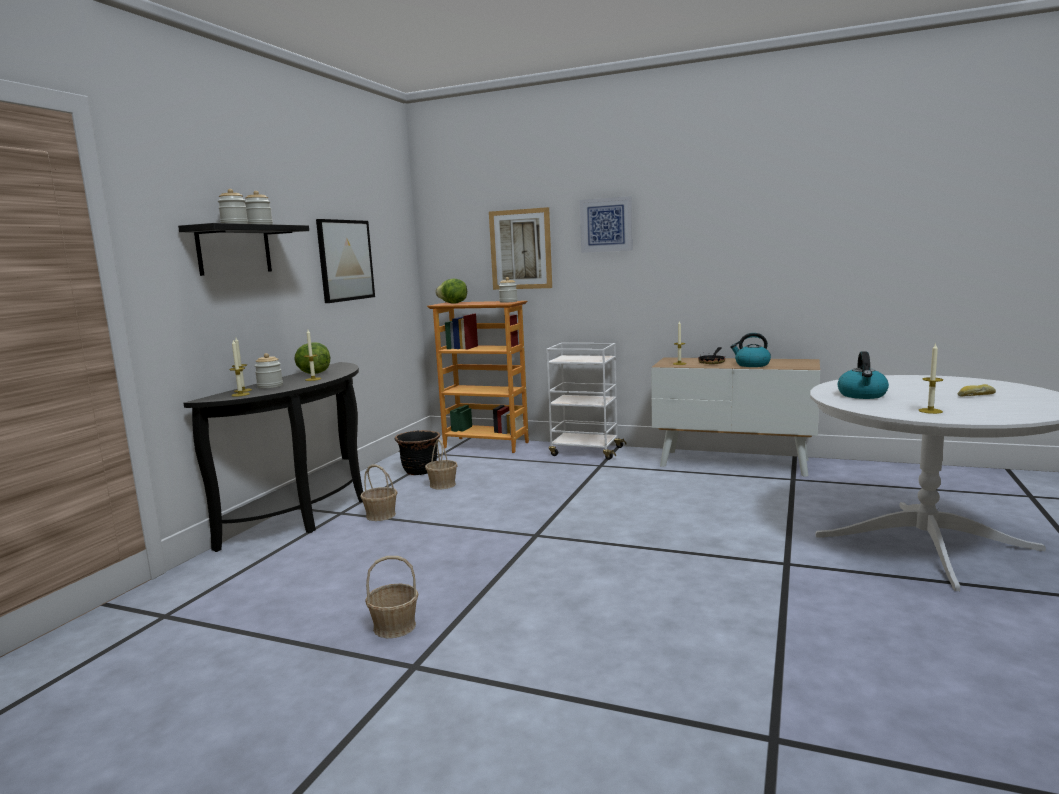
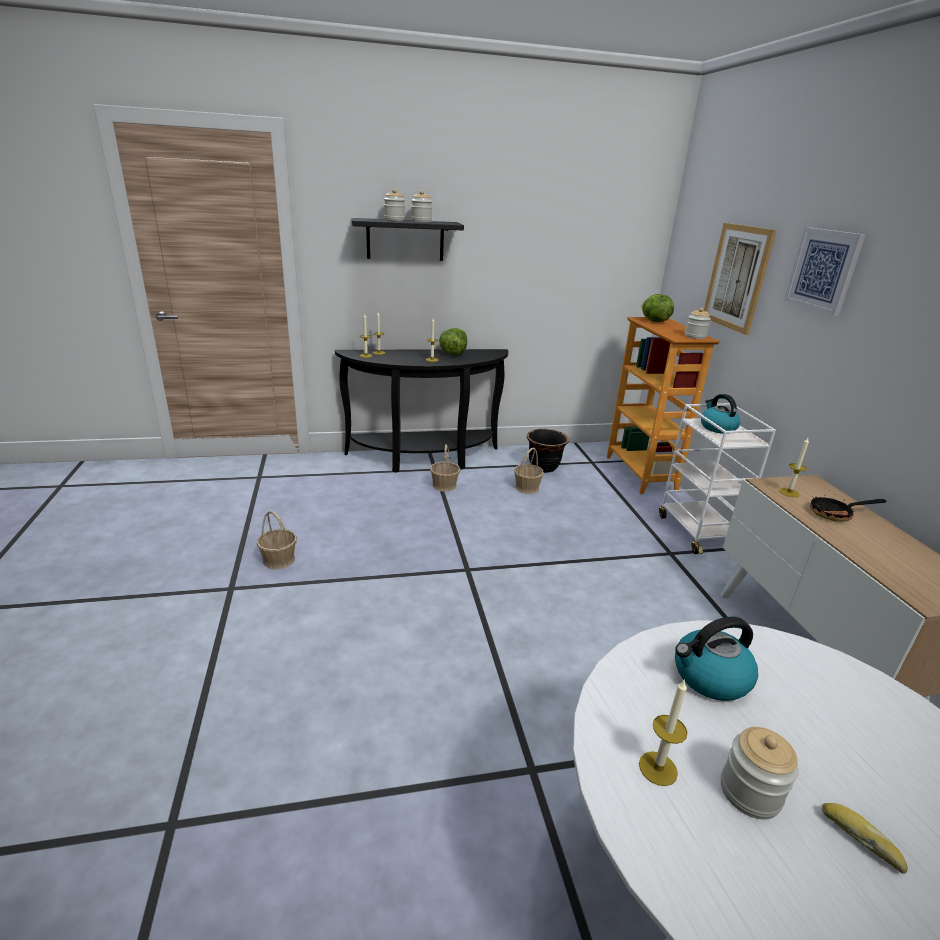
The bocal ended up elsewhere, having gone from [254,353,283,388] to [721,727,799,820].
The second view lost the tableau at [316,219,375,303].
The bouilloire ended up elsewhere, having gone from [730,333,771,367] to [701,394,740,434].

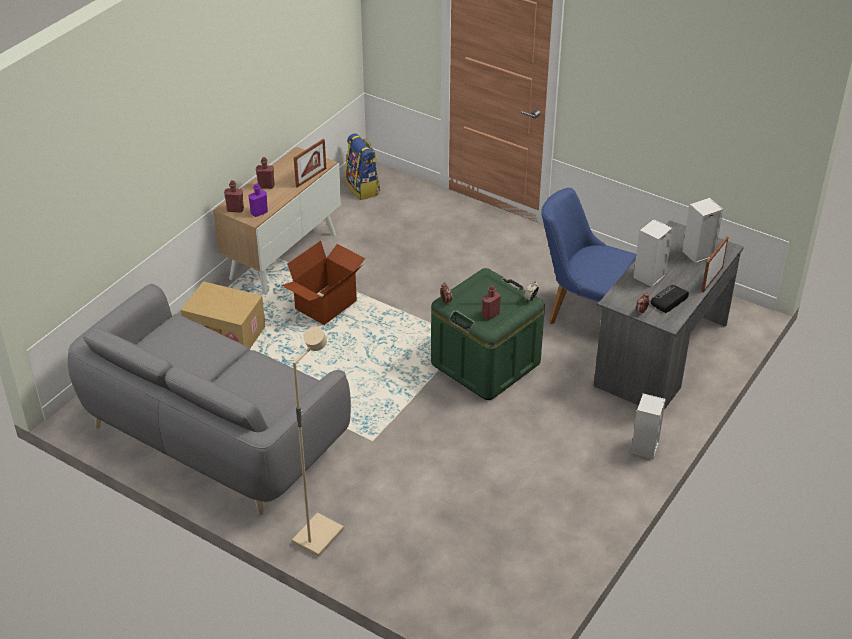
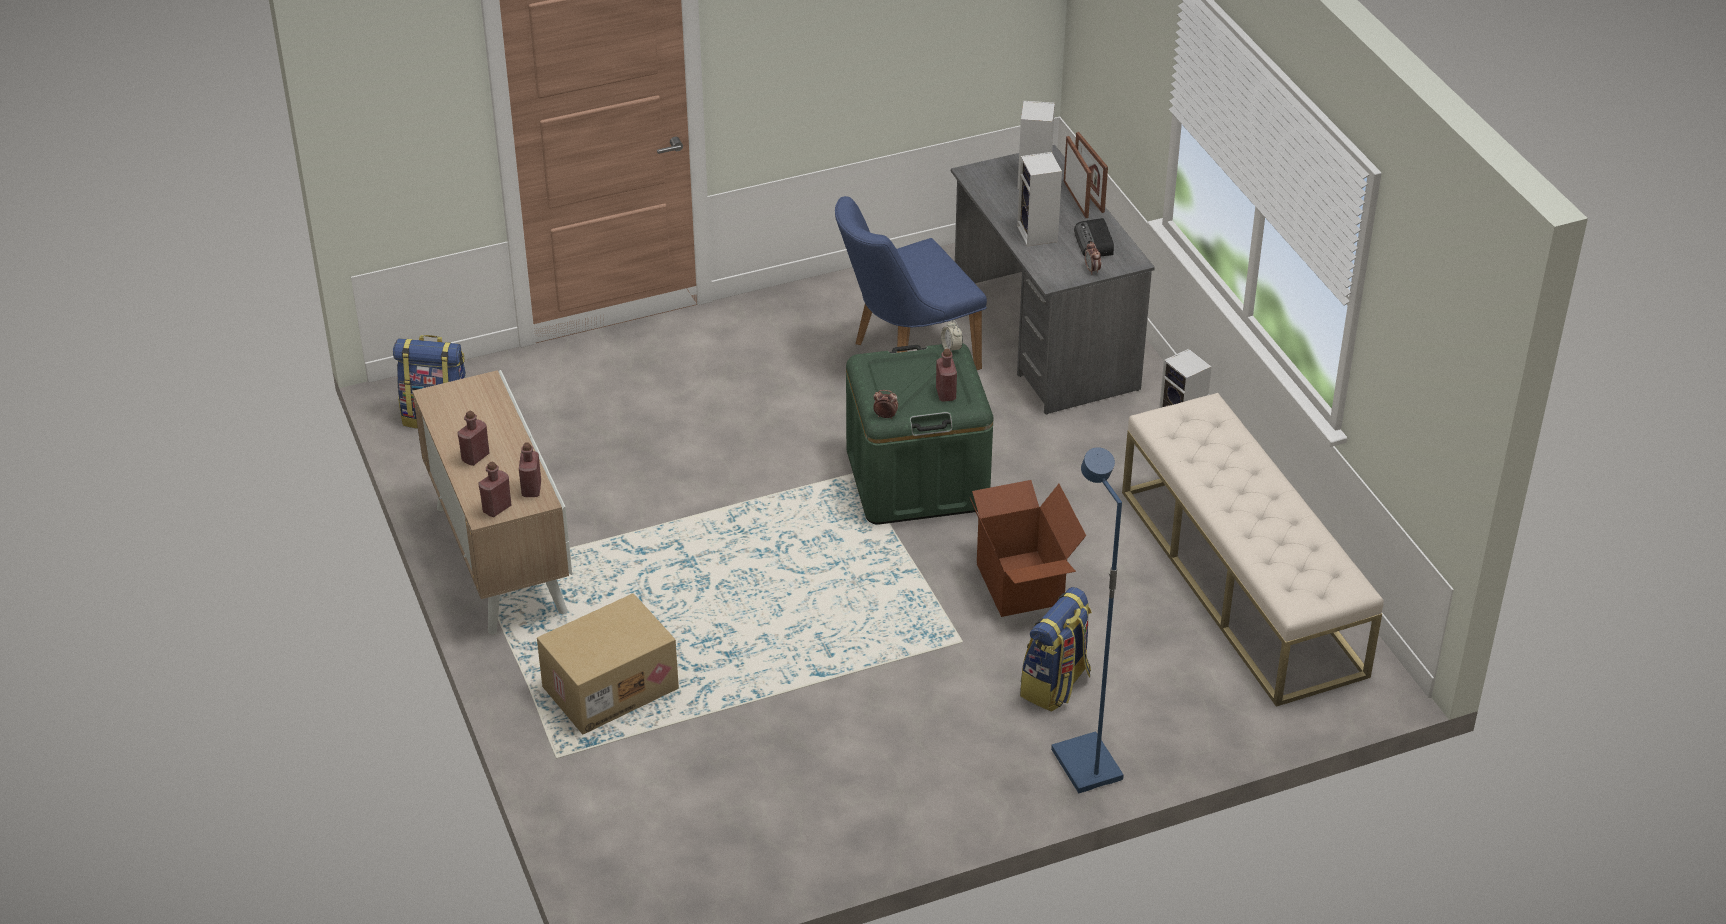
The second view lost the canapé (gris) at [68,284,351,516].
What was the bouteille (violet) at [248,183,268,217] turned into the bouteille (rouge) at [519,443,541,497].
The carton ended up elsewhere, having gone from [281,241,365,325] to [970,480,1086,617].
What was the lampadaire (beige) at [292,327,344,557] turned into the lampadaire (bleu) at [1051,447,1124,793].
The cadre photo ended up elsewhere, having gone from [294,139,326,188] to [1064,136,1092,218].
The second view gained the sac à dos at [1020,587,1092,711].
The second view gained the banc (beige) at [1122,393,1384,707].

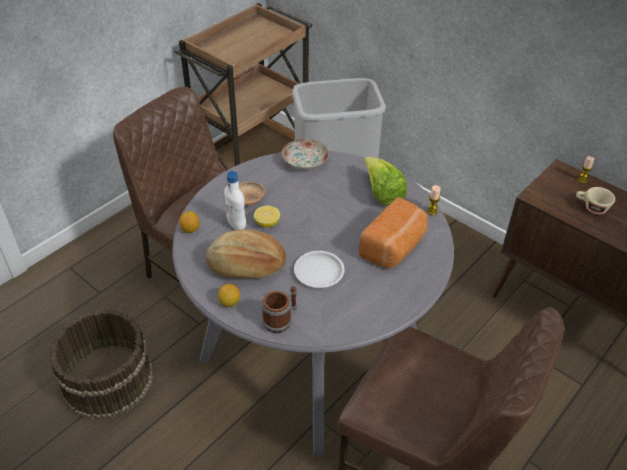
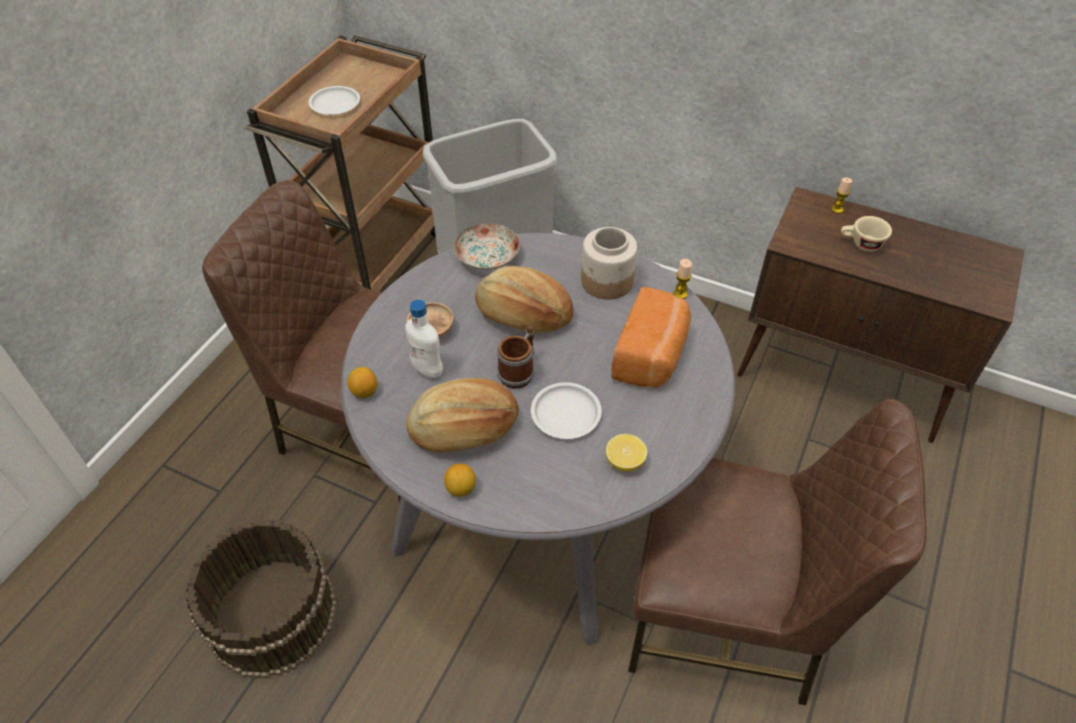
The citron ended up elsewhere, having gone from [254,205,280,227] to [606,434,647,471].
The mug ended up elsewhere, having gone from [262,286,297,333] to [497,325,534,388].
Where the laitue stood at [363,157,407,206], the bocal came to stand at [581,227,637,300].
The second view gained the assiette (blanc) at [308,86,360,115].
The second view gained the pain at [475,266,574,333].

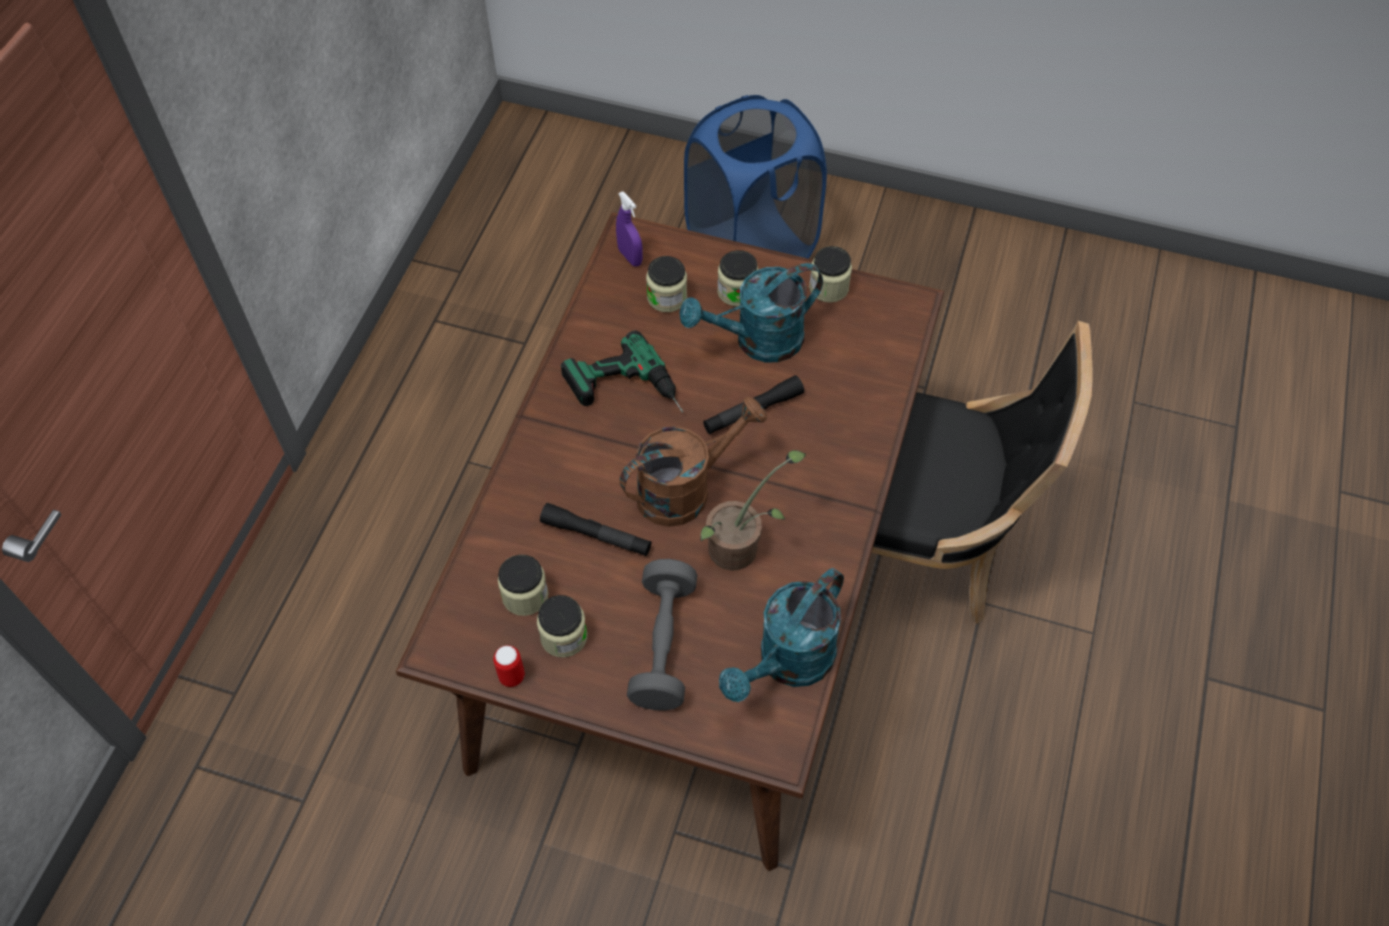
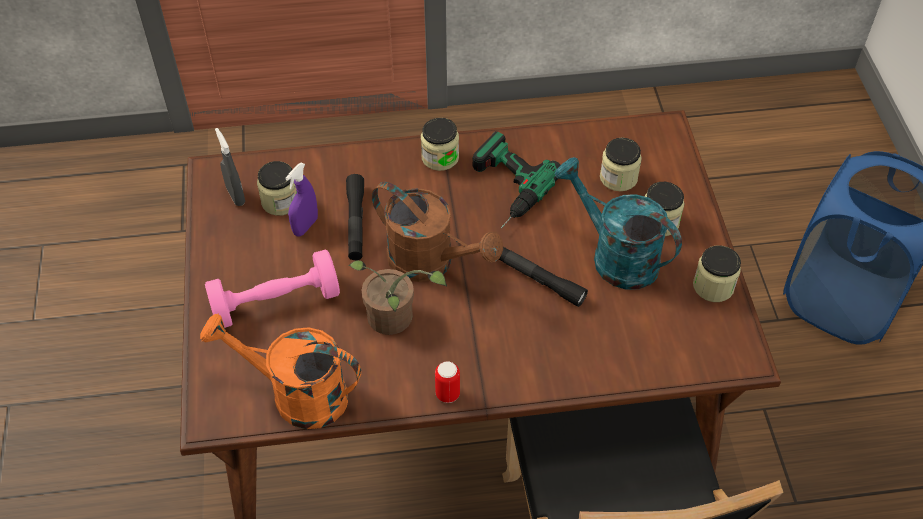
The boîte métallique ended up elsewhere, having gone from [493,645,525,687] to [435,361,460,403].
The bocal ended up elsewhere, having gone from [537,595,588,657] to [421,118,459,171].
The vaporisateur (violet) ended up elsewhere, having gone from [616,191,643,266] to [285,162,318,237].
What was the haltère (gris) at [627,559,697,710] turned into the haltère (rose) at [205,249,340,328].
What was the arrosoir (turquoise) at [719,568,844,702] turned into the arrosoir (orange) at [200,314,361,429].
The second view gained the vaporisateur (gris) at [215,128,245,206].

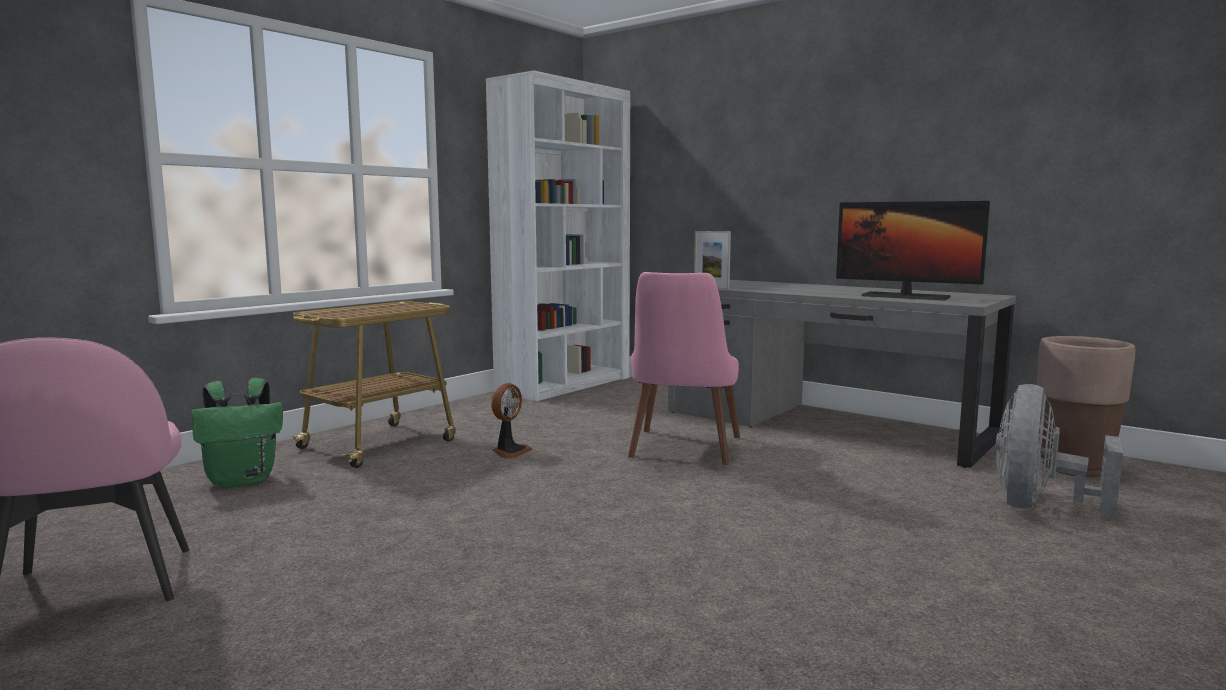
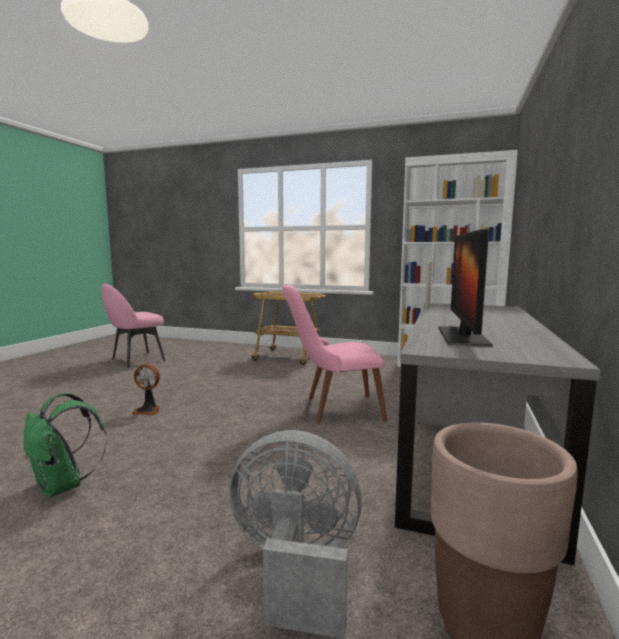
The sac à dos (vert) ended up elsewhere, having gone from [191,378,283,488] to [23,393,107,498].
The ventilateur ended up elsewhere, having gone from [491,383,533,459] to [131,364,160,415].

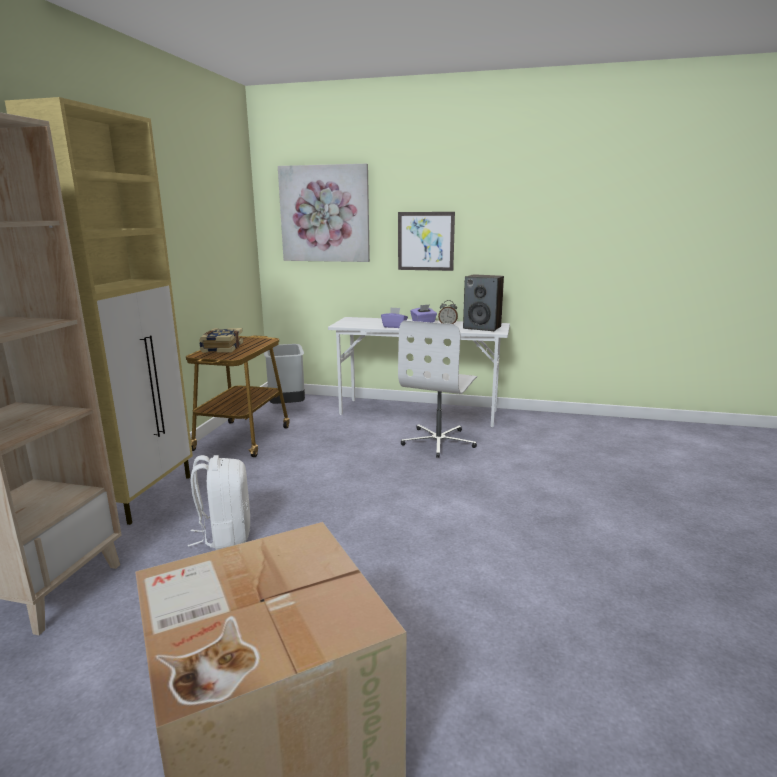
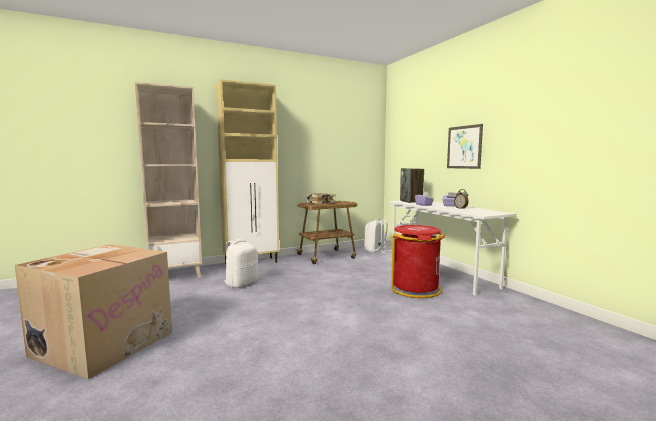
Where the poubelle (gris) stood at [264,344,305,404], the sac à dos (blanc) came to stand at [365,219,388,253].
The second view lost the tableau at [278,164,370,262].
Where the chaise de bureau (blanc) stood at [398,320,477,457], the poubelle (rouge) came to stand at [391,225,445,298].
The enceinte ended up elsewhere, having gone from [463,274,504,331] to [400,168,424,203].

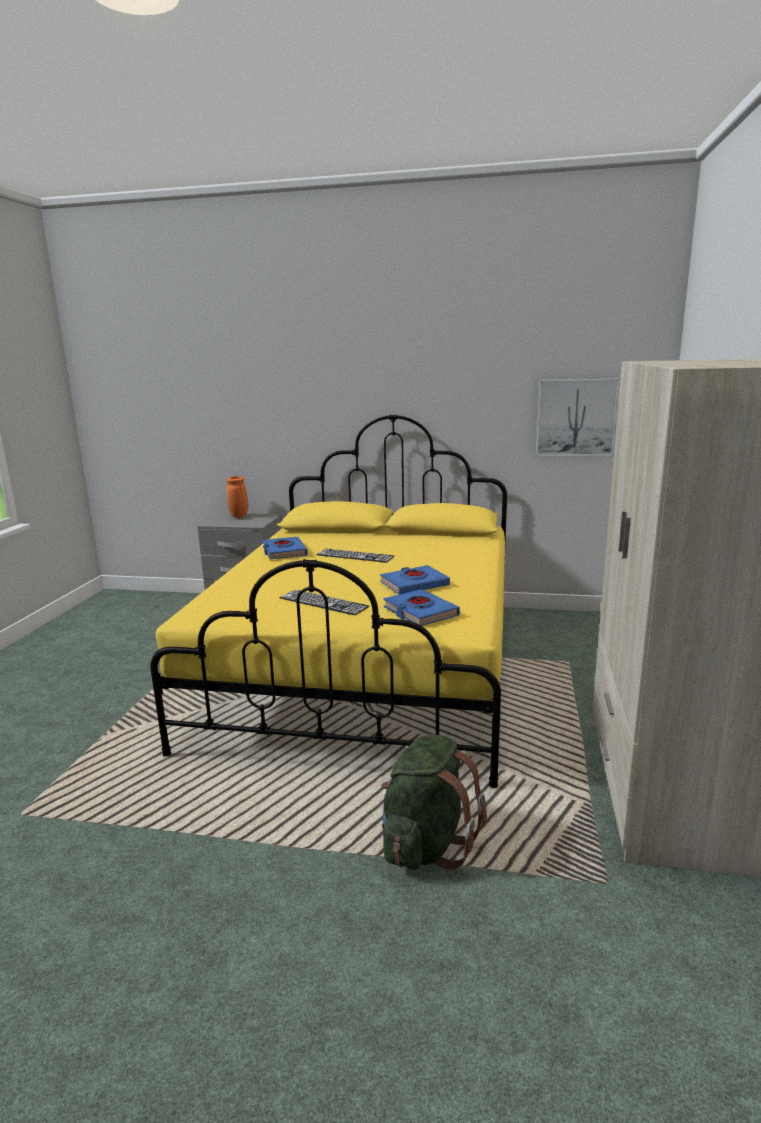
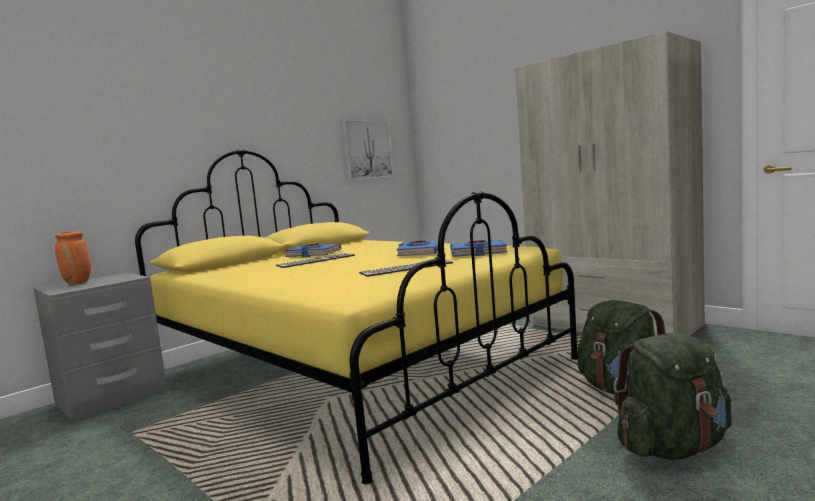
The livre (bleu) ended up elsewhere, having gone from [262,537,308,559] to [285,244,341,257].
The second view gained the sac à dos (vert) at [613,333,732,460].

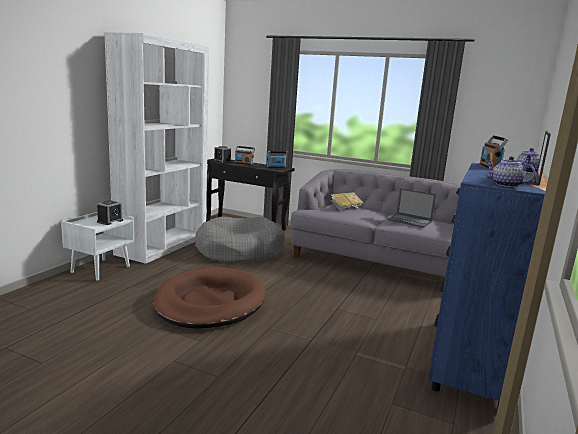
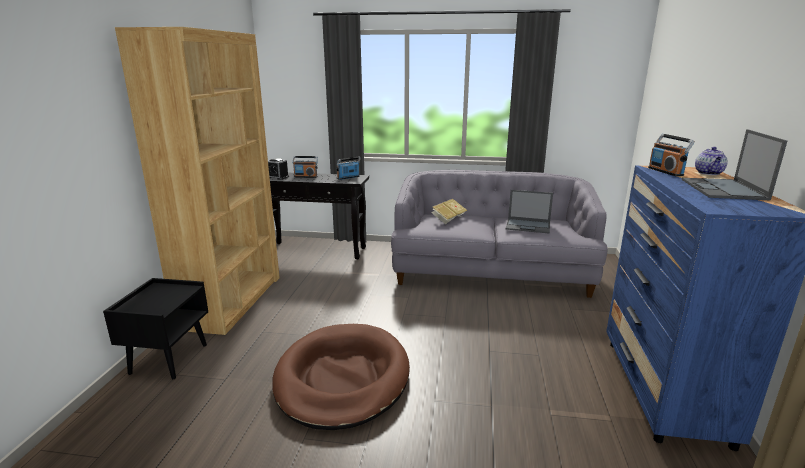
What was the table de chevet (blanc) at [61,212,134,281] turned into the table de chevet (noir) at [103,278,208,379].
The second view lost the réveil at [97,200,123,225].
What was the bibliothèque (blanc) at [104,32,209,264] turned into the bibliothèque (marron) at [115,27,280,335].
The second view lost the panier pour chien (gris) at [195,217,285,263].
The second view lost the théière at [487,156,536,187].

